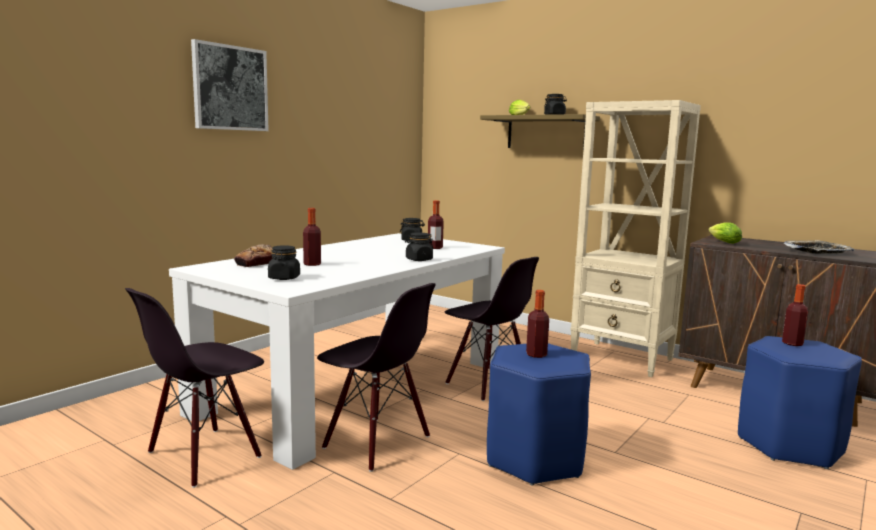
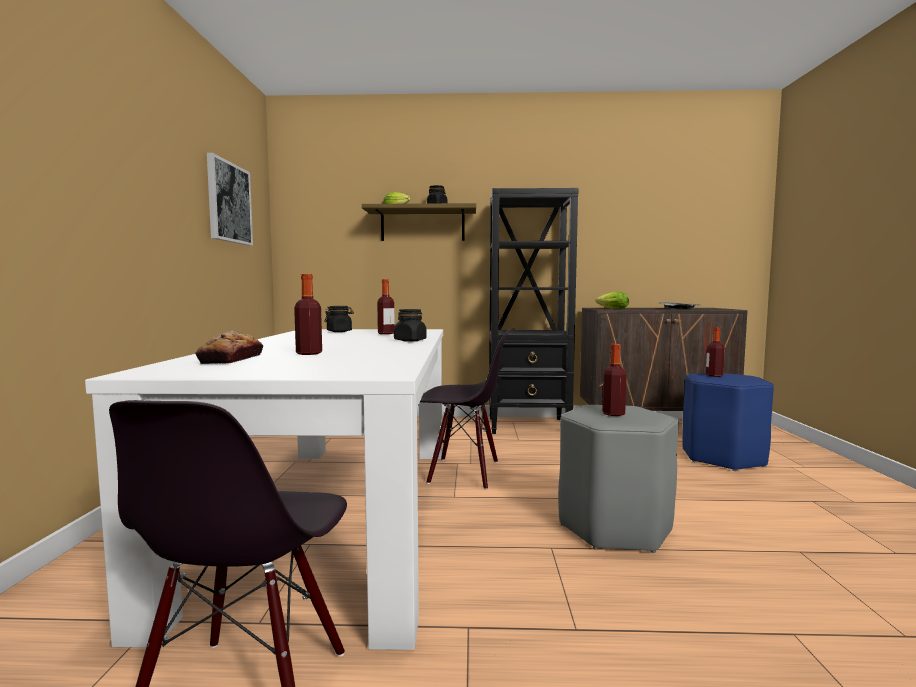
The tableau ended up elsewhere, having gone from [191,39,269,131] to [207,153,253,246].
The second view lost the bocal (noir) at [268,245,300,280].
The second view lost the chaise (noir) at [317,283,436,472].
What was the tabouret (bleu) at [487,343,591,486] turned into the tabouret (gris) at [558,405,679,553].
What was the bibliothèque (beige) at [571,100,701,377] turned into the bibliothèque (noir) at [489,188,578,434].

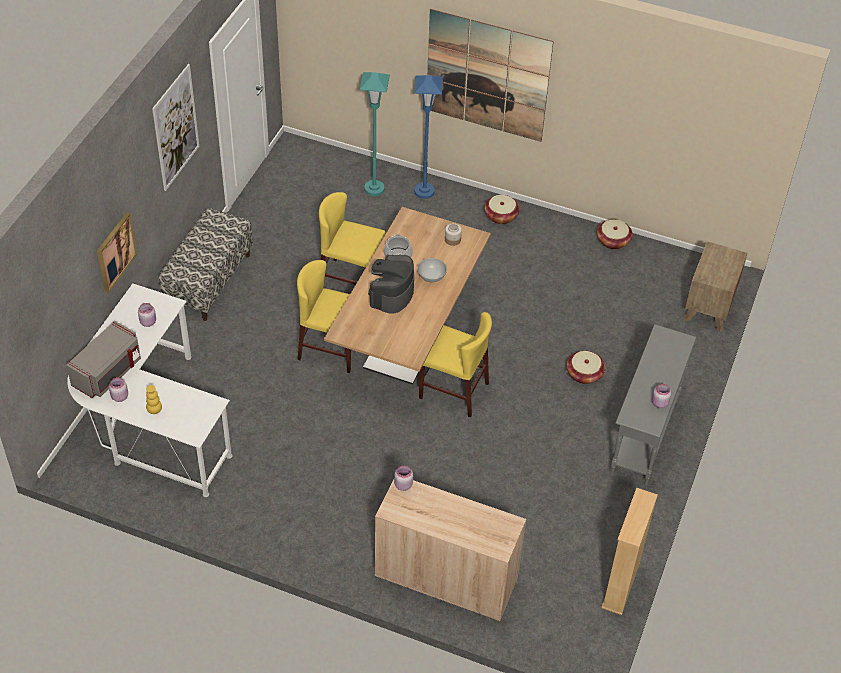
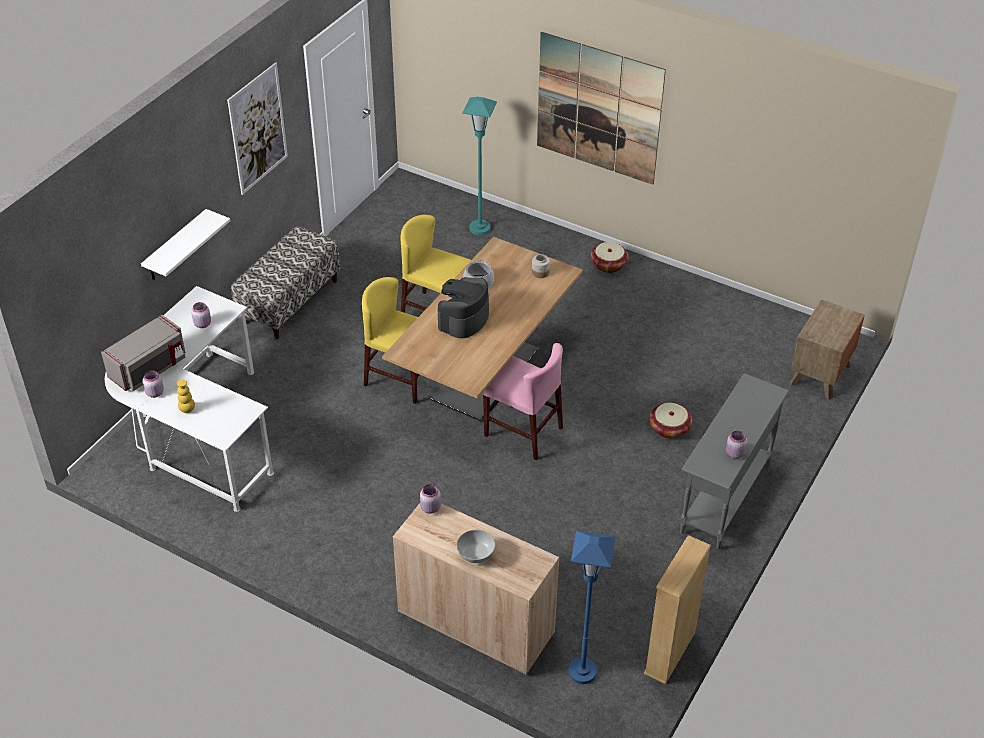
Where the tableau hung at [97,212,137,293], the étagère (blanc) came to hang at [141,209,231,280].
The lampadaire (bleu) ended up elsewhere, having gone from [415,75,443,199] to [568,531,615,684].
The bol (blanc) ended up elsewhere, having gone from [417,258,447,282] to [457,530,495,563].
What was the chaise (jaune) at [419,312,492,418] turned into the chaise (rose) at [482,343,563,460].
The second view lost the panier at [597,219,633,249].

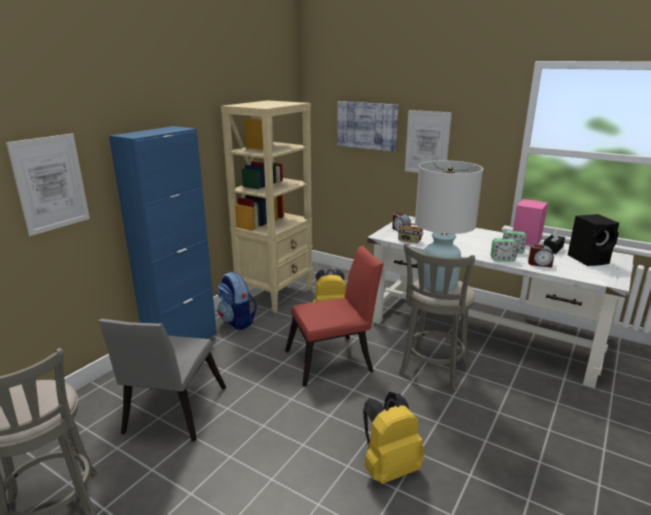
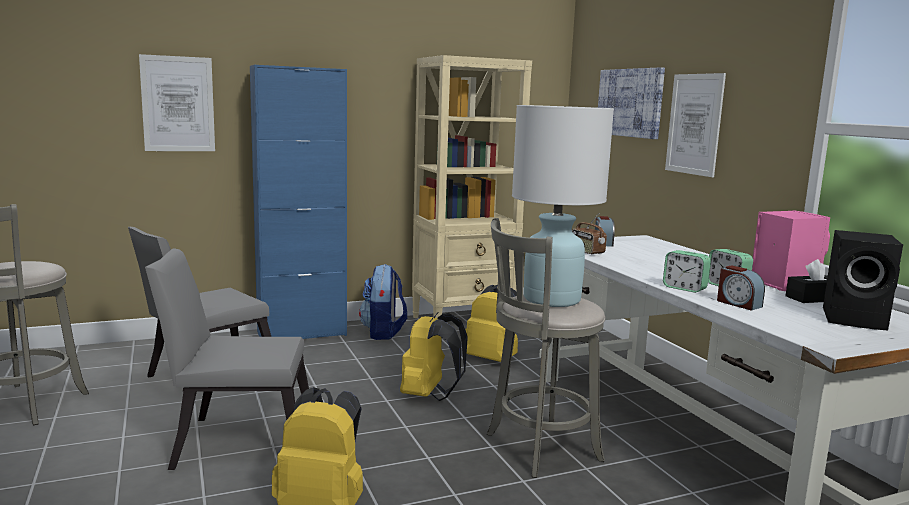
Where the chaise (rouge) stood at [285,246,384,387], the sac à dos (jaune) came to stand at [400,312,468,401].
The second view gained the chaise (gris) at [145,248,309,470].

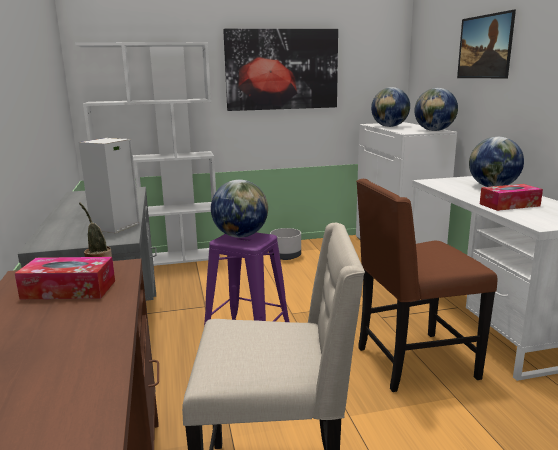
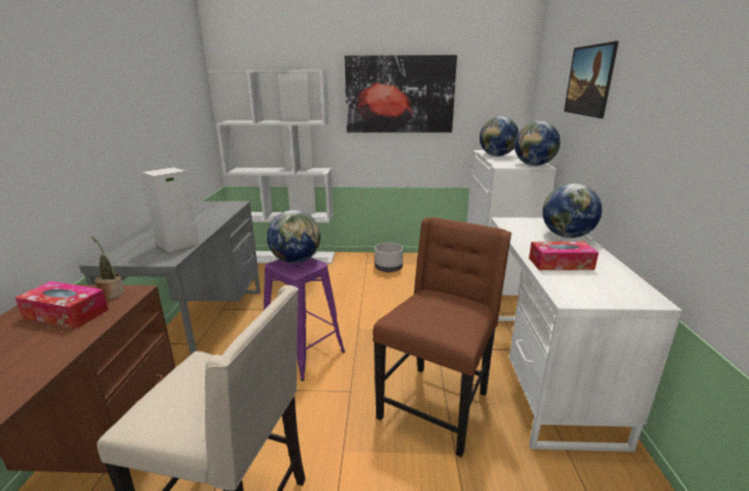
The chaise (marron) at [356,179,497,392] ended up facing another way, 120 degrees clockwise from before.

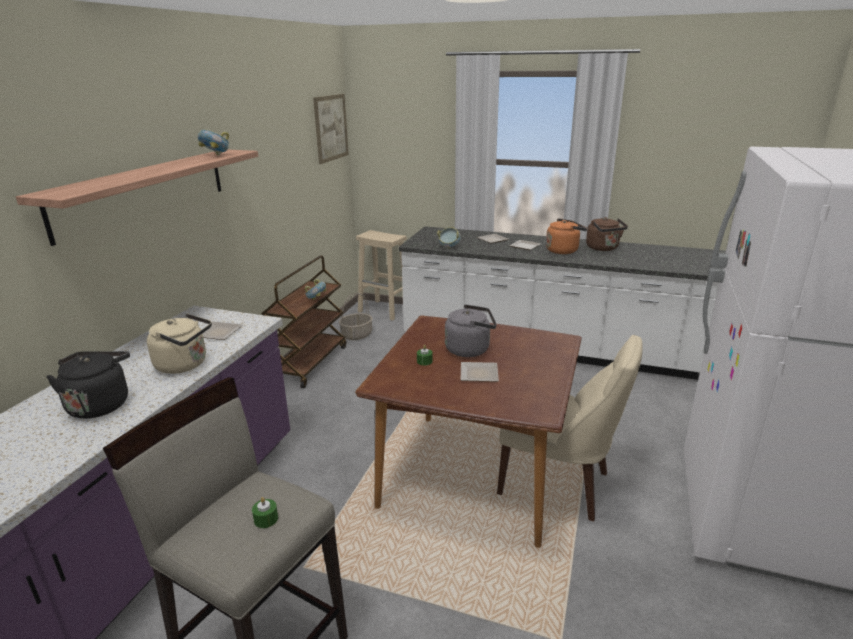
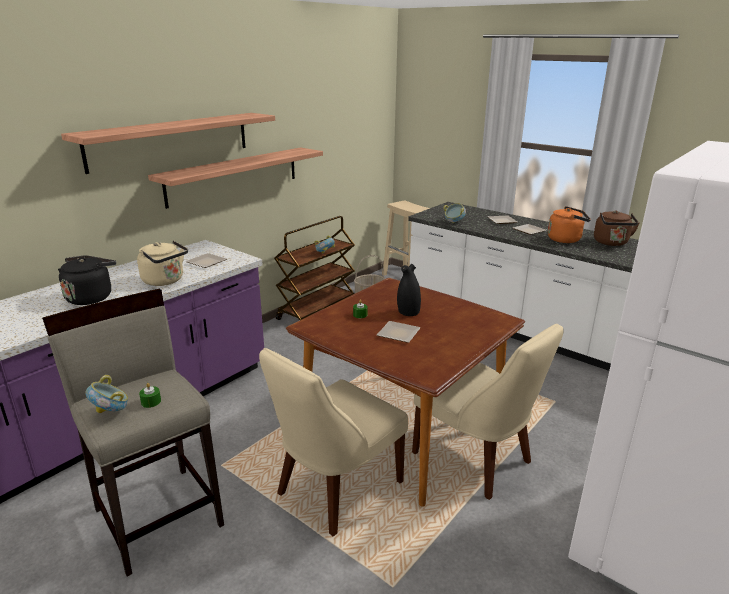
The bol ended up elsewhere, having gone from [198,129,229,155] to [86,375,128,413].
The second view lost the tableau at [313,94,349,164].
Where the bouilloire (gris) stood at [445,305,497,357], the vase (noir) came to stand at [397,264,421,316].
The second view gained the étagère at [148,147,323,209].
The second view gained the chaise (beige) at [259,348,408,537].

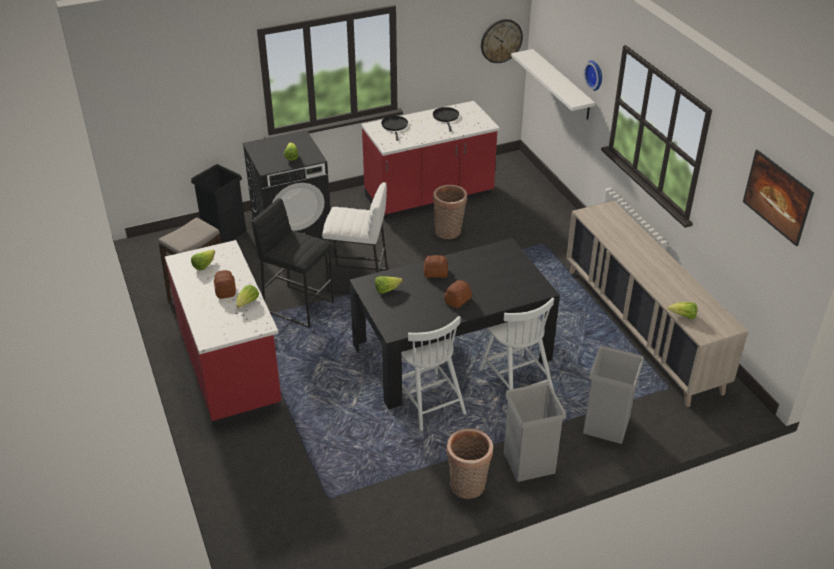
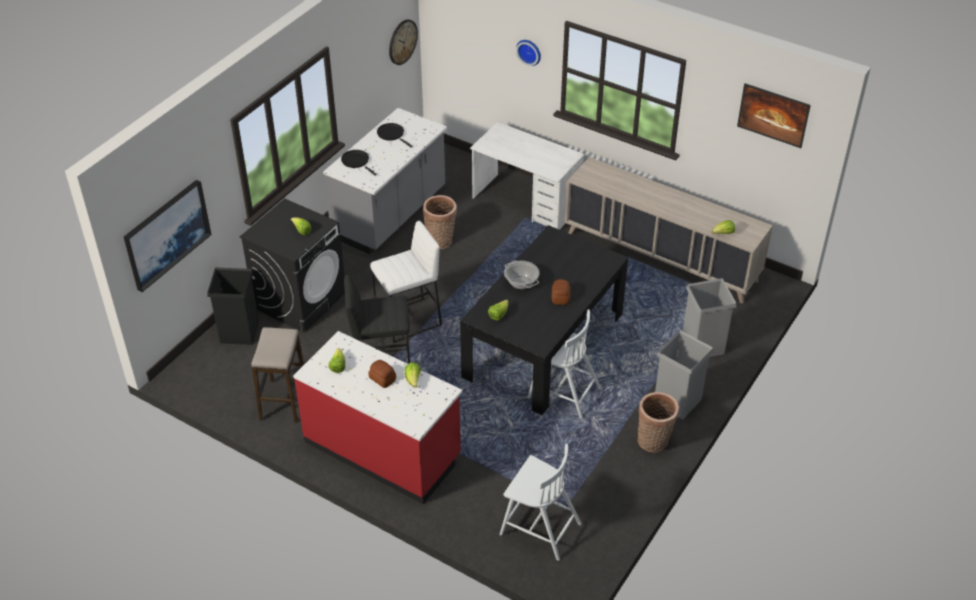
What was the comptoir de cuisine (rouge) at [361,101,500,218] turned into the comptoir de cuisine (gris) at [323,108,447,254].
Where the pain stood at [424,255,448,278], the marmite came to stand at [504,260,540,289].
The chaise (blanc) ended up elsewhere, having gone from [479,297,554,390] to [500,444,582,561].
The second view lost the étagère (blanc) at [511,49,595,120].
The second view gained the tableau at [124,180,211,292].
The second view gained the bureau (blanc) at [470,122,584,230].

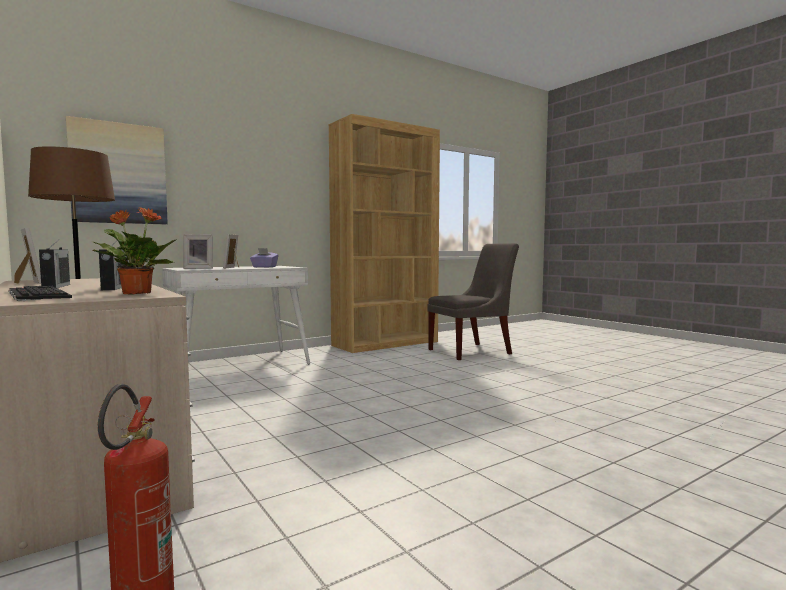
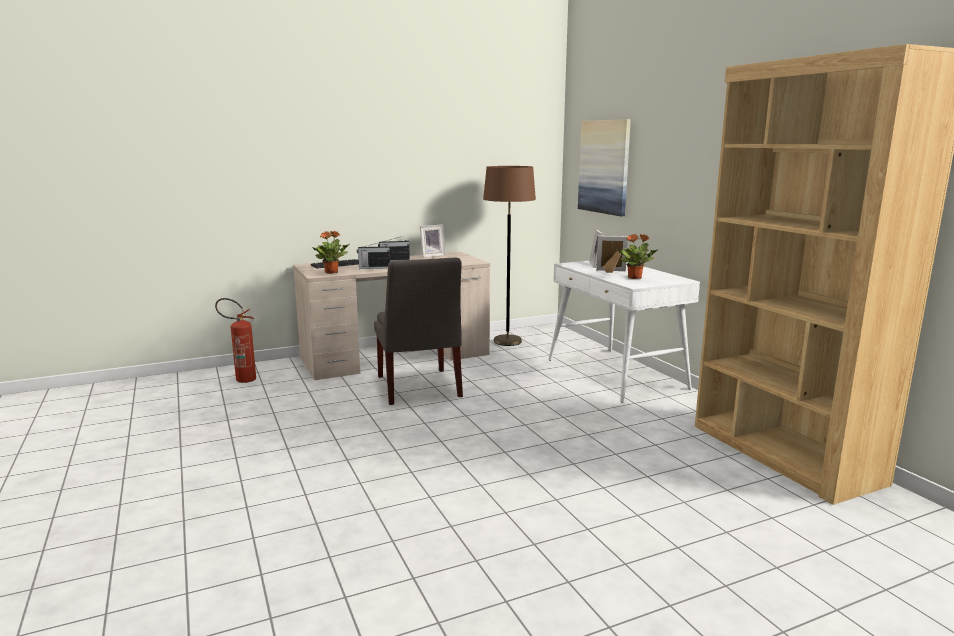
Where the boîte à mouchoirs (violet) stood at [250,248,278,267], the plante en pot came to stand at [616,234,659,279].
The chaise (gris) ended up elsewhere, having gone from [428,243,519,360] to [374,257,463,405].

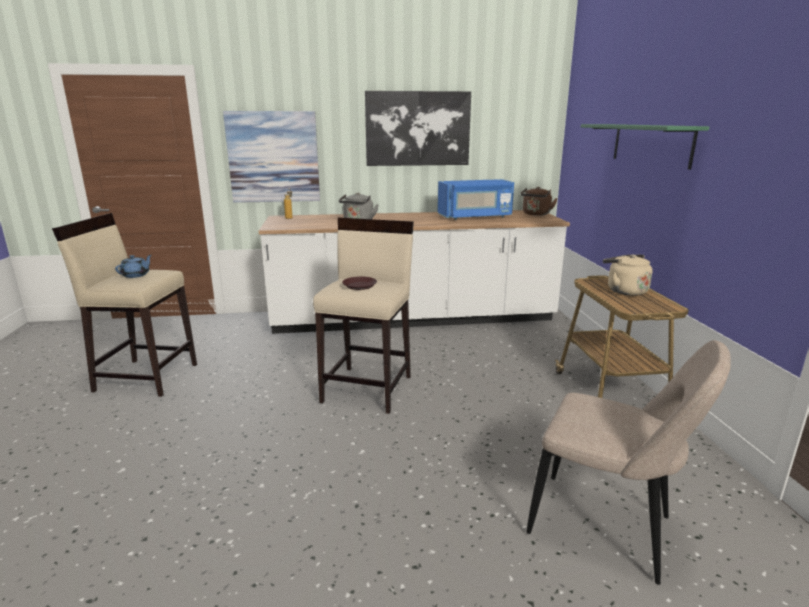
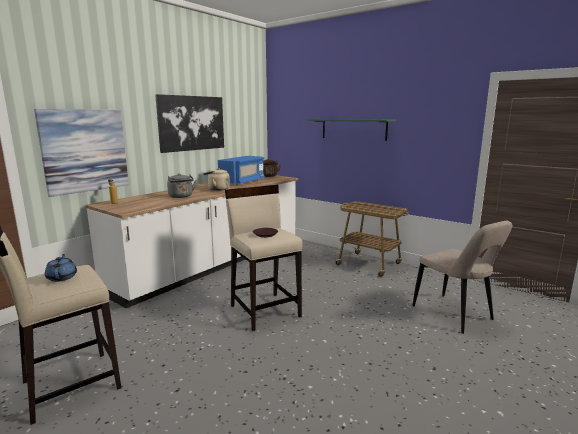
The chaise (beige) at [526,340,731,585] ended up facing another way, 75 degrees clockwise from before.
The bouilloire (beige) ended up elsewhere, having gone from [603,255,653,296] to [203,168,230,191].

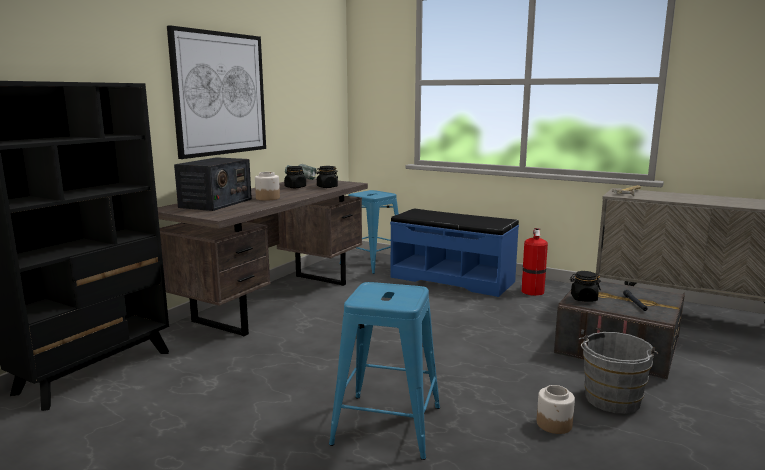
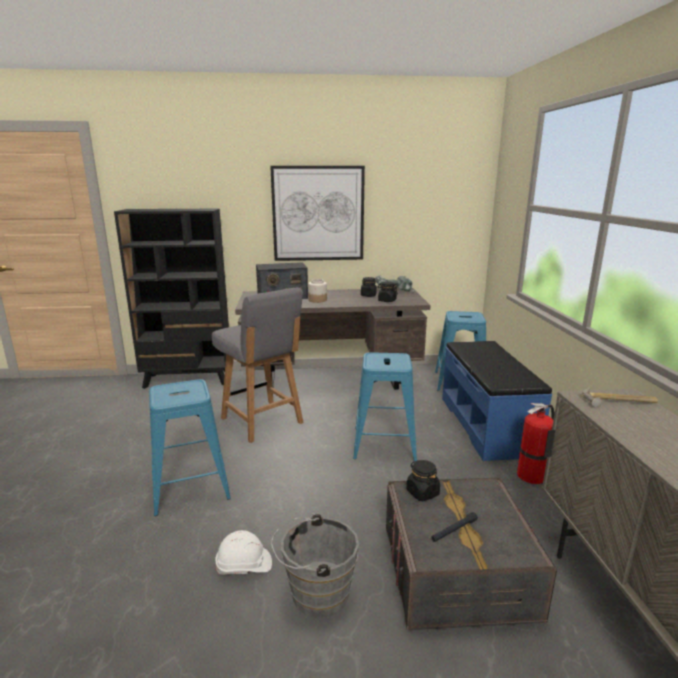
Where the bocal stood at [537,385,575,434], the casque de chantier (blanc) came to stand at [215,530,272,575].
The second view gained the chaise (gris) at [212,288,304,443].
The second view gained the tabouret (bleu) at [353,352,417,462].

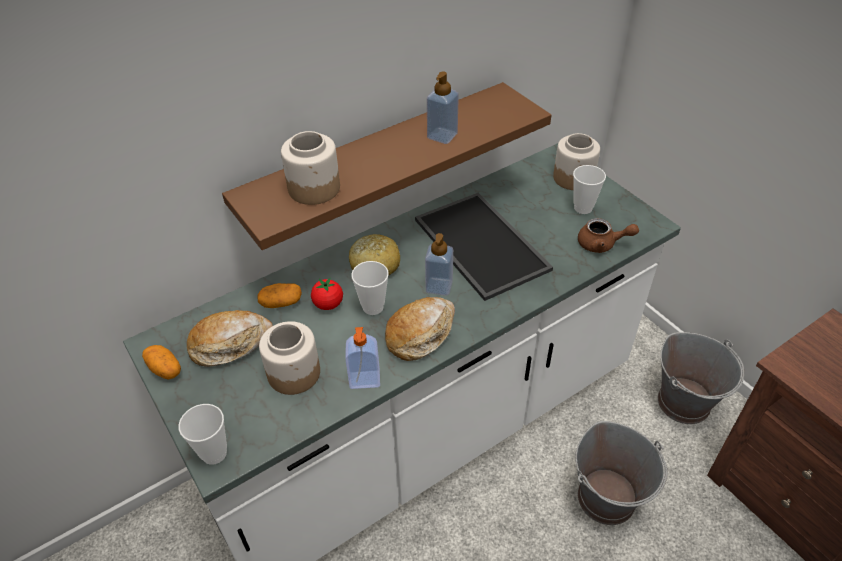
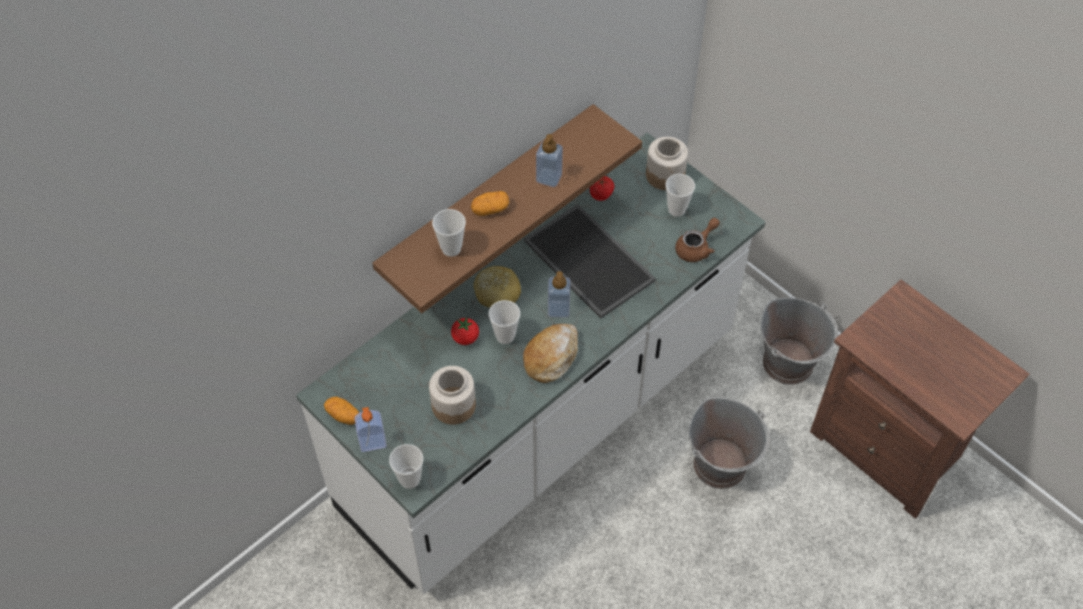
The second view lost the pain at [187,310,273,367].
The pomme de terre ended up elsewhere, having gone from [257,283,302,308] to [471,191,509,216].
Where the bocal stood at [281,131,340,205], the tasse came to stand at [432,209,466,257].
The distributeur de savon ended up elsewhere, having gone from [345,327,380,389] to [355,407,387,452].
The théière (marron) at [578,218,639,253] ended up facing another way, 45 degrees counterclockwise from before.
The second view gained the tomate at [590,176,614,201].

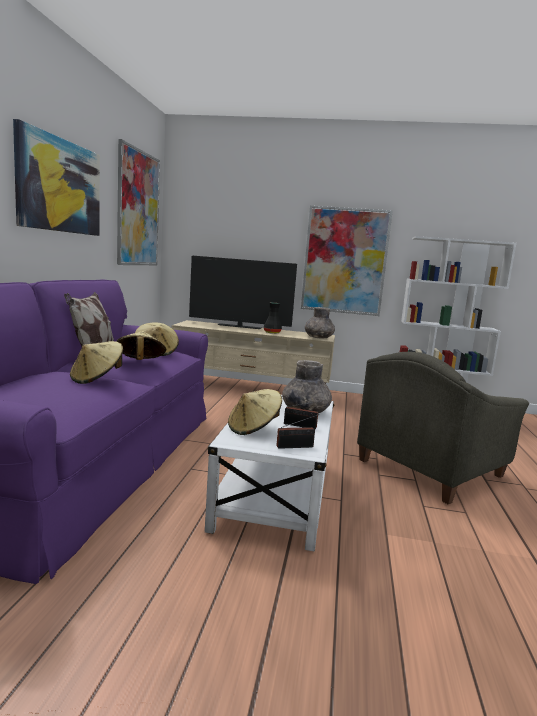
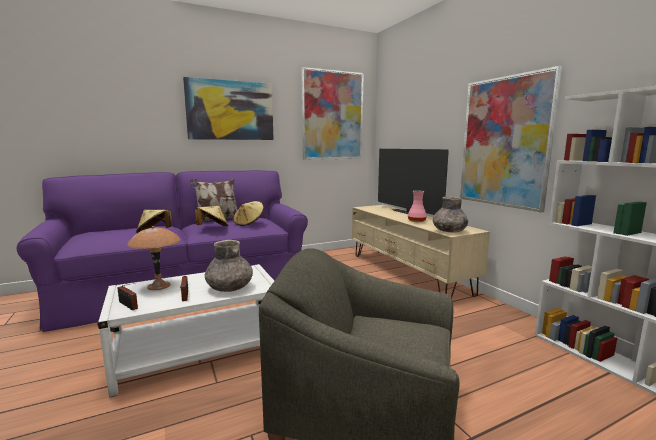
Where the chapeau (beige) stood at [228,389,282,435], the lampe de table (marron) came to stand at [127,226,180,290].
What was the vase (noir) at [264,303,282,334] turned into the vase (rose) at [408,190,427,222].

